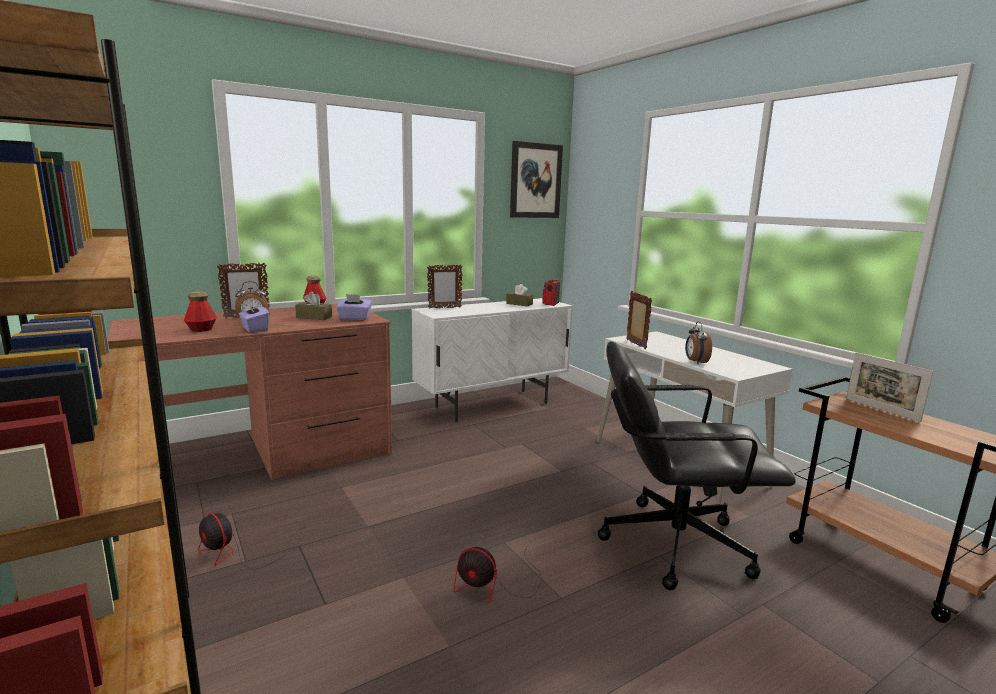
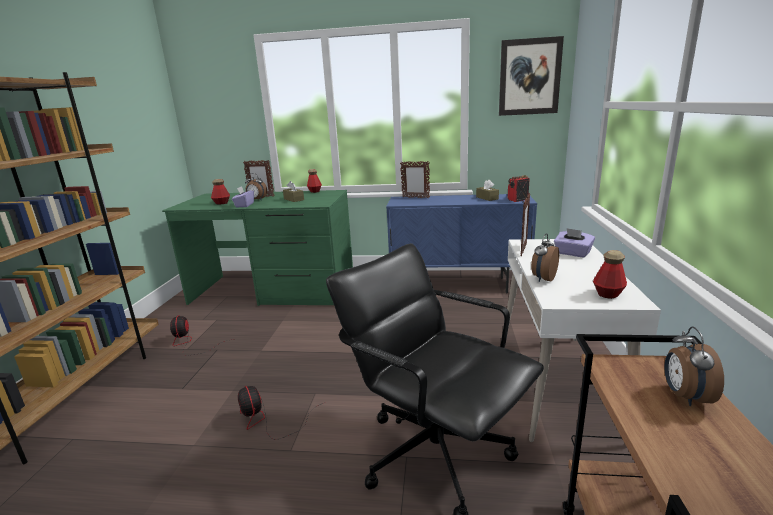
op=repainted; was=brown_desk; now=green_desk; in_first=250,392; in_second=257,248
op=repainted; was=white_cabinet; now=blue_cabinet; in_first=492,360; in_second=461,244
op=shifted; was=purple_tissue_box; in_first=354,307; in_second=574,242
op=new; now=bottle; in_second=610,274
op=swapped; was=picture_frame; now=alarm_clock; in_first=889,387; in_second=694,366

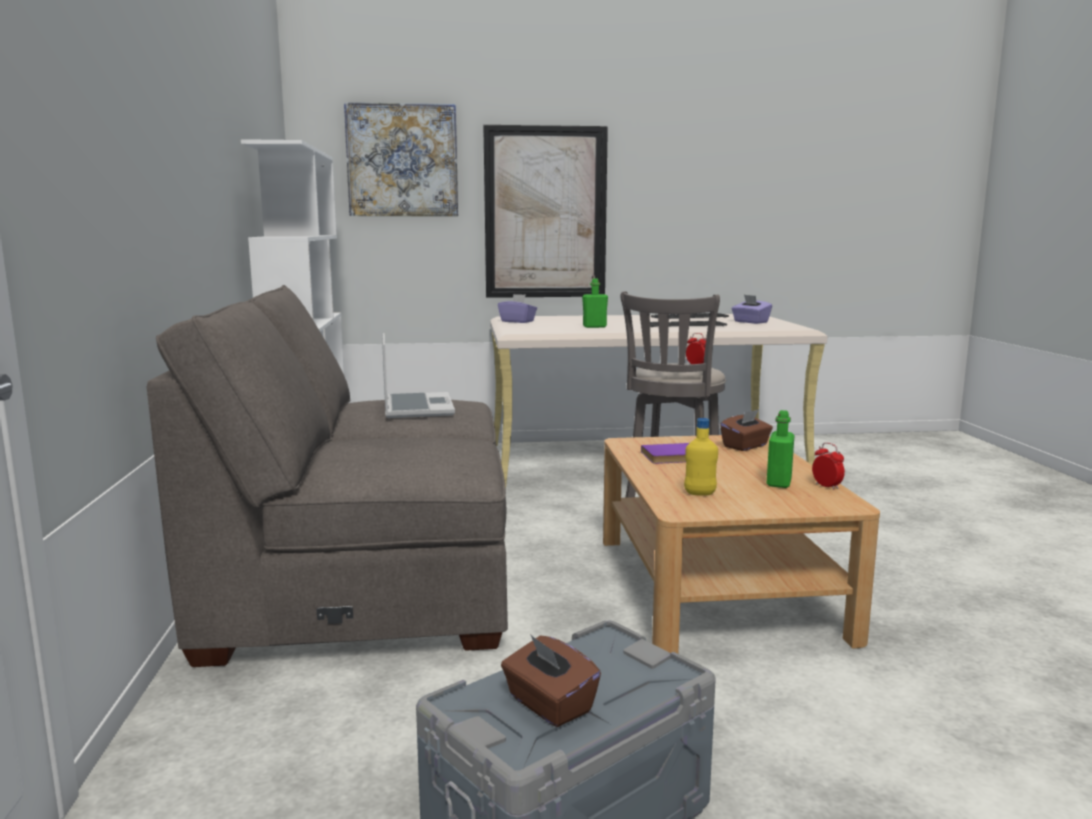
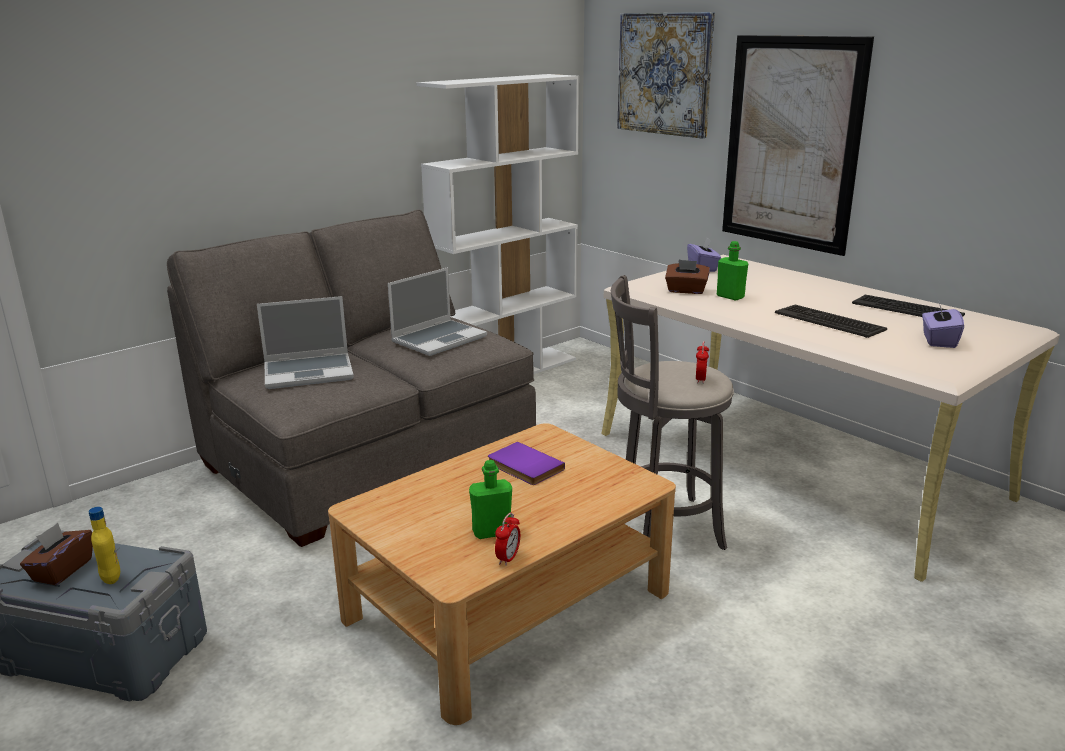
op=shifted; was=yellow_bottle; in_first=701,457; in_second=104,545
op=new; now=laptop; in_second=305,342
op=shifted; was=brown_tissue_box; in_first=746,430; in_second=687,277

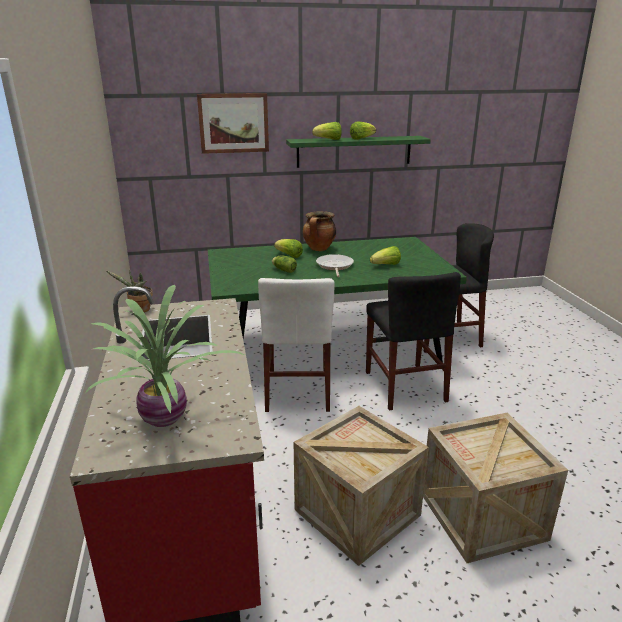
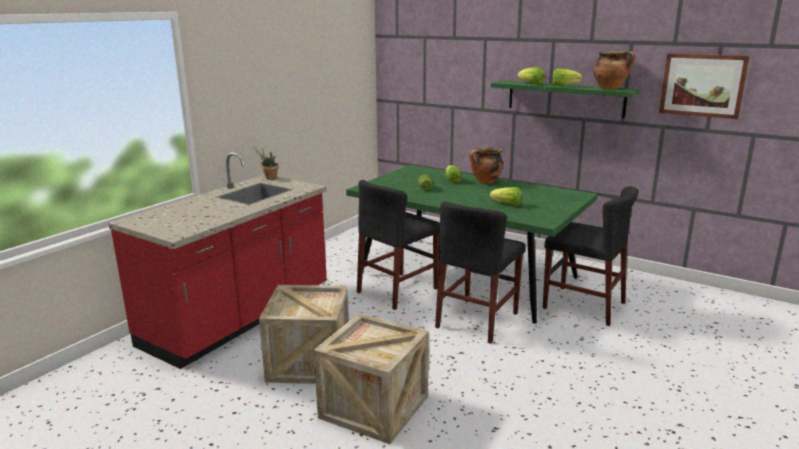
op=repainted; was=white_chair; now=black_chair; in_first=296,345; in_second=398,245
op=new; now=cooking_pot; in_second=614,70
op=shifted; was=picture; in_first=233,123; in_second=704,86
op=gone; was=potted_plant; in_first=164,356
op=gone; was=frying_pan; in_first=335,265

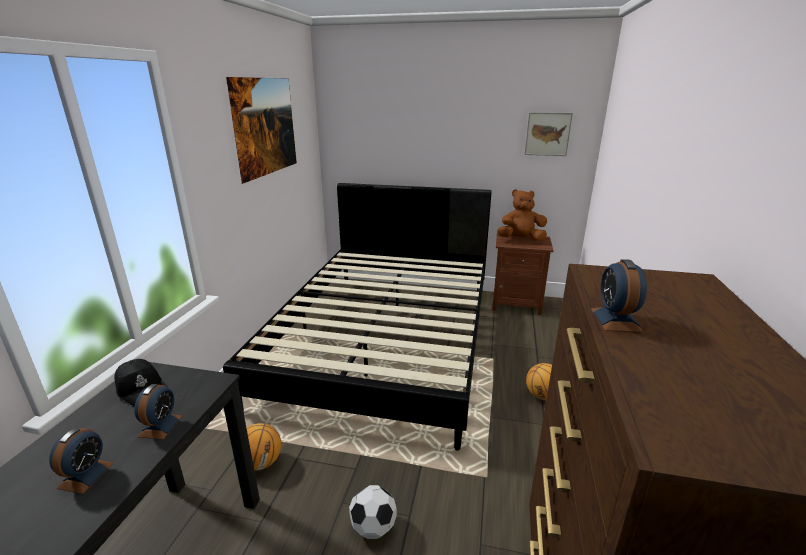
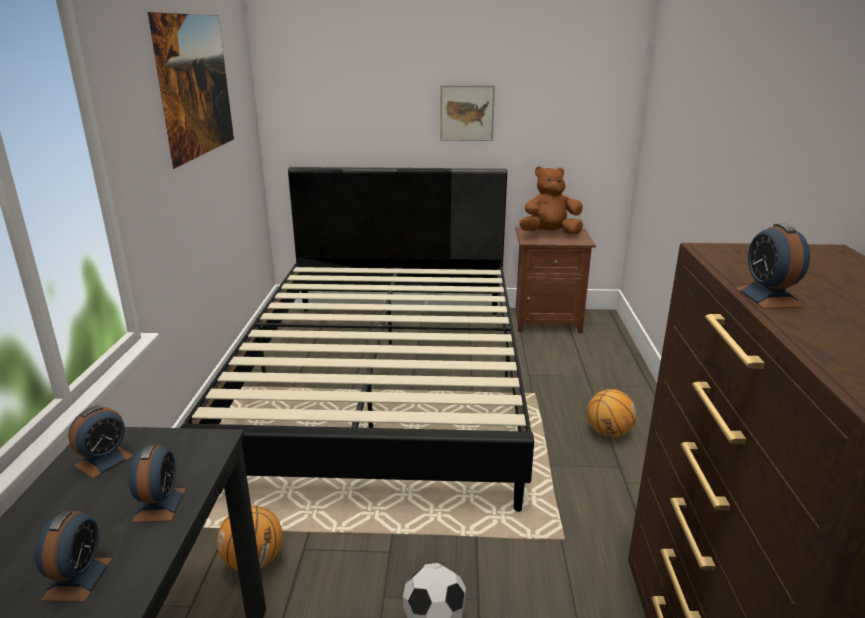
op=swapped; was=black_cap; now=alarm_clock; in_first=138,382; in_second=101,442
op=shifted; was=picture; in_first=548,134; in_second=467,113

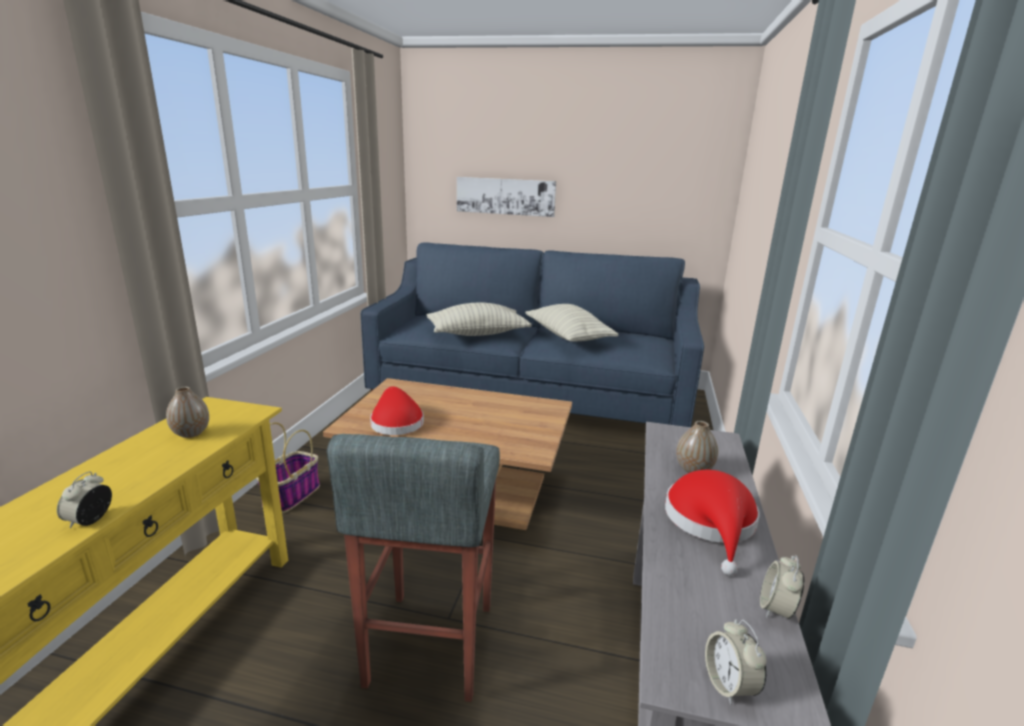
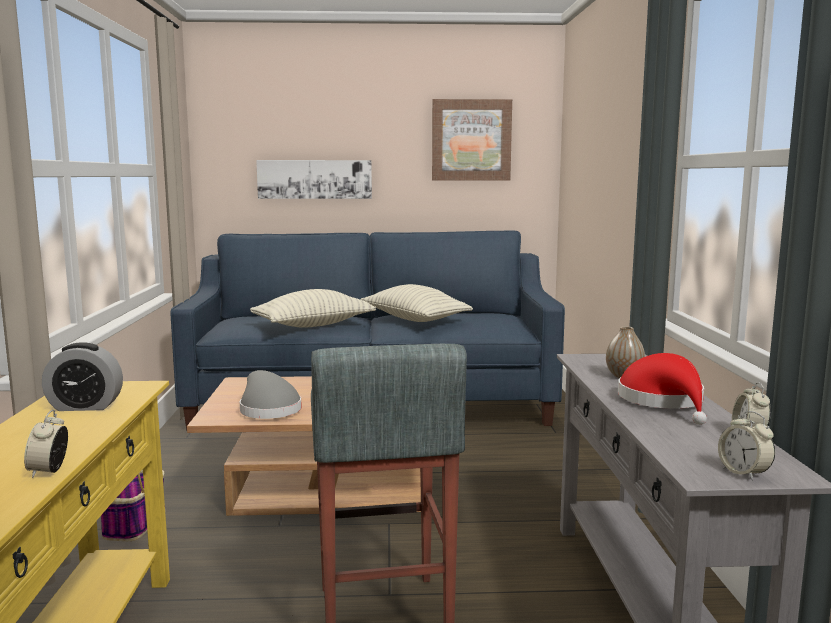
op=swapped; was=vase; now=alarm_clock; in_first=187,412; in_second=82,376
op=repainted; was=red_hat; now=grey_hat; in_first=397,410; in_second=270,394
op=new; now=picture; in_second=472,140

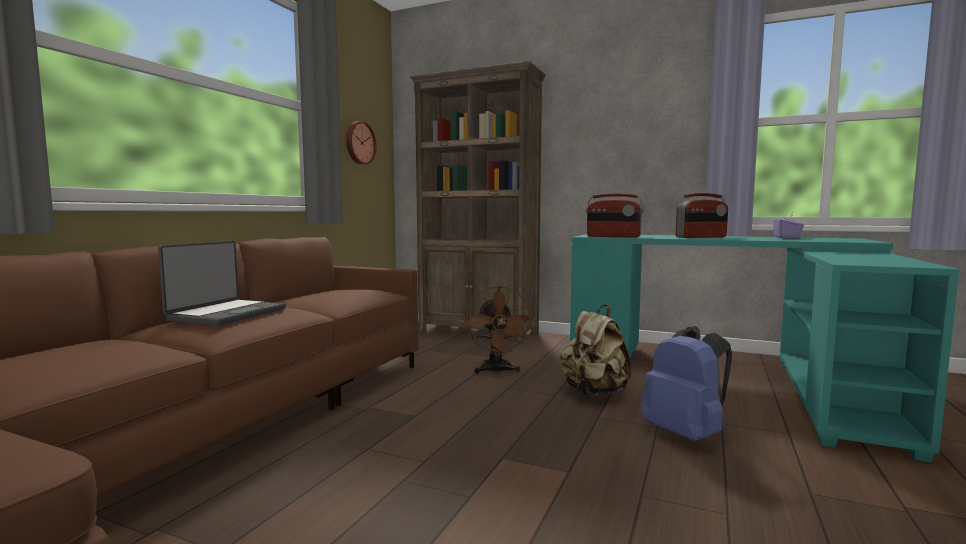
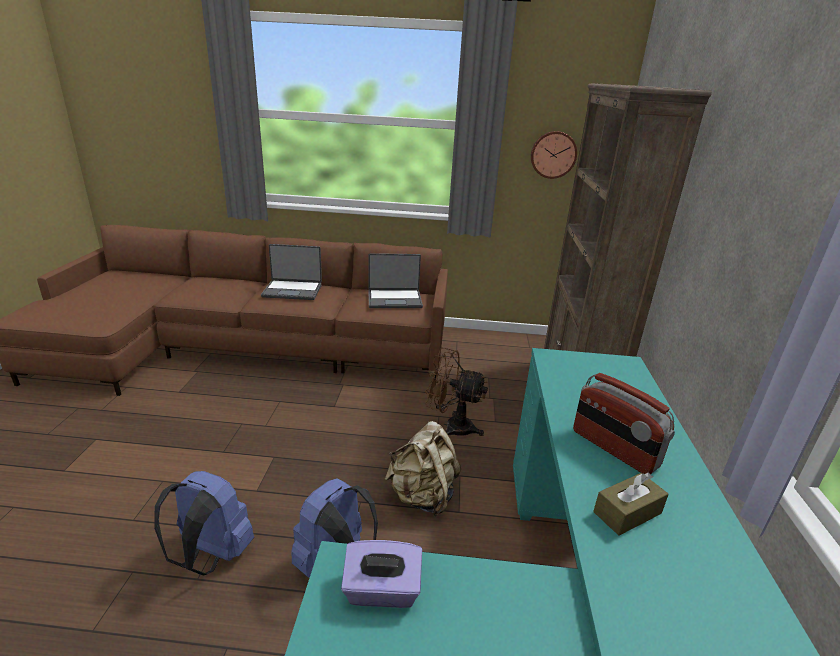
op=new; now=blue_backpack; in_second=204,523
op=shifted; was=purple_tissue_box; in_first=788,225; in_second=381,574
op=new; now=laptop; in_second=395,280
op=rotated; was=brown_fan; in_first=499,330; in_second=456,392; clockwise=45
op=new; now=brown_tissue_box; in_second=631,504
op=gone; was=radio; in_first=615,216

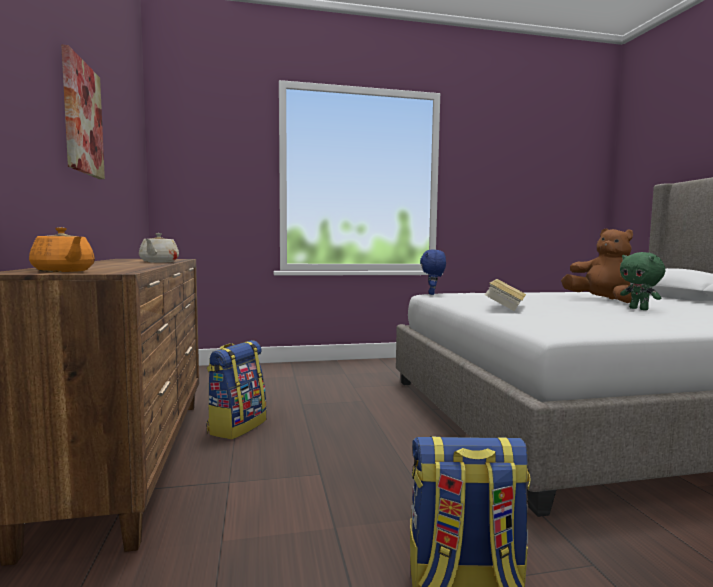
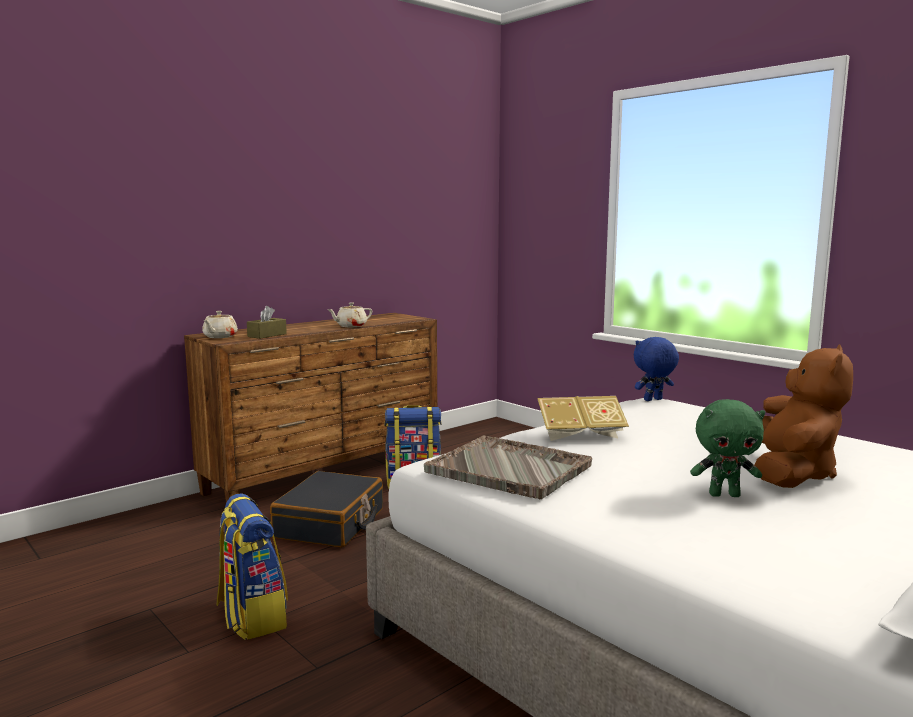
op=repainted; was=orange_teapot; now=beige_teapot; in_first=62,249; in_second=220,324
op=new; now=brown_tissue_box; in_second=267,322
op=new; now=black_suitcase; in_second=326,509
op=new; now=grey_tray; in_second=508,467
op=rotated; was=green_plush_toy; in_first=642,281; in_second=727,448; clockwise=-120
op=gone; was=picture; in_first=83,111

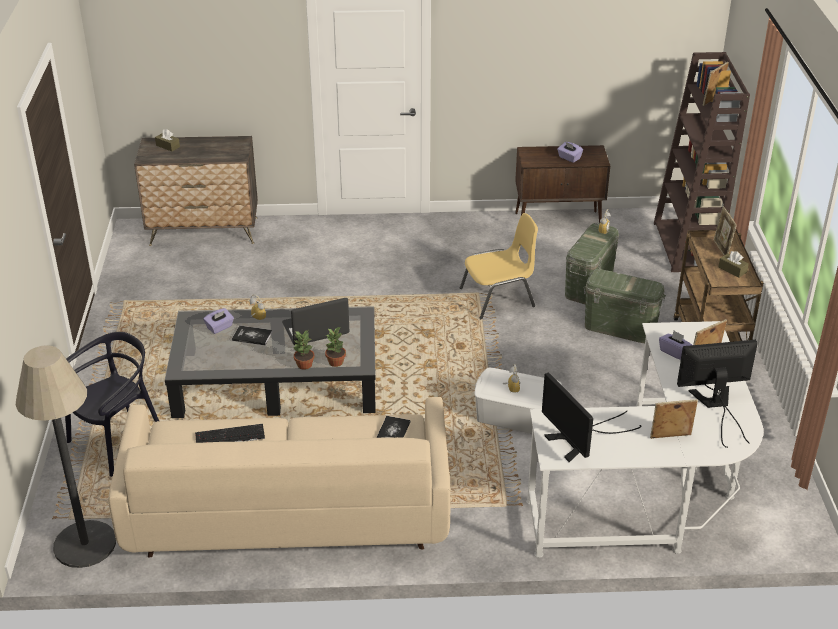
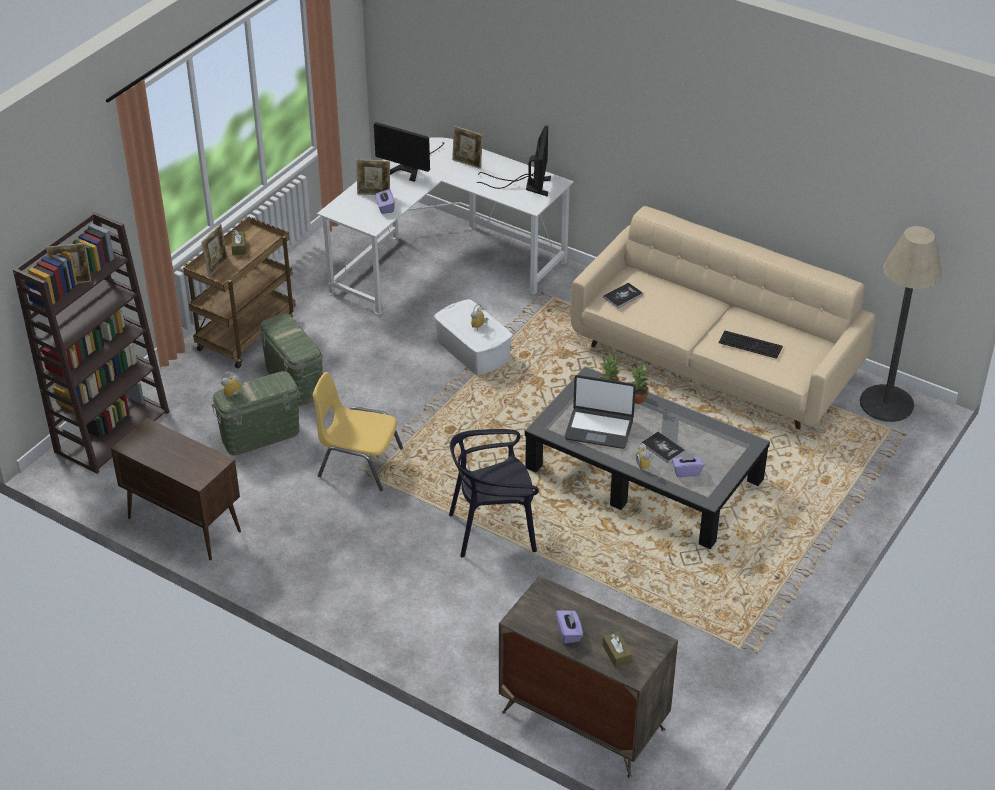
op=shifted; was=black_chair; in_first=112,404; in_second=494,493
op=shifted; was=purple_tissue_box; in_first=570,152; in_second=569,627

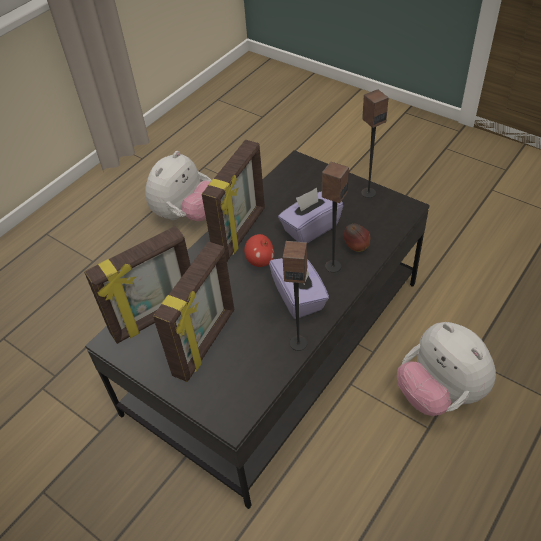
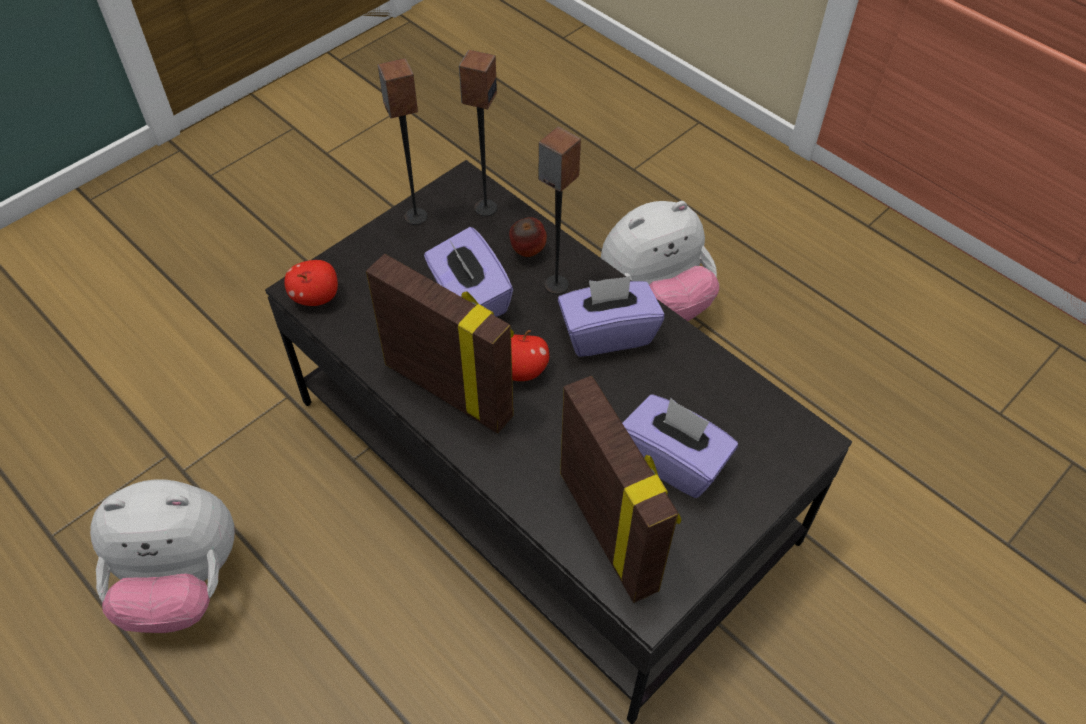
op=rotated; was=plush_toy; in_first=178,186; in_second=162,556; clockwise=135
op=new; now=apple; in_second=311,283
op=shifted; was=speaker; in_first=295,296; in_second=478,133
op=swapped; was=picture_frame; now=purple_tissue_box; in_first=193,312; in_second=680,446

